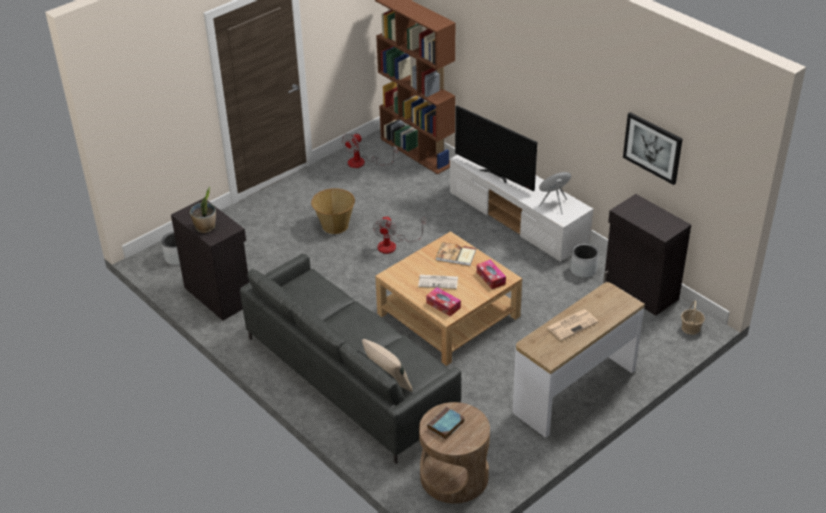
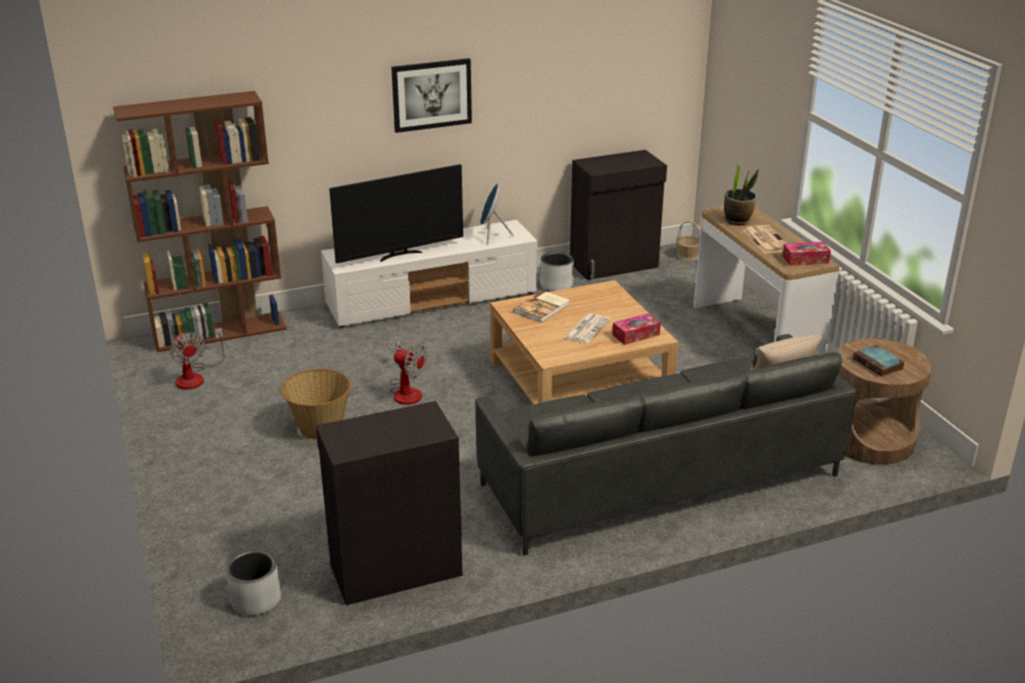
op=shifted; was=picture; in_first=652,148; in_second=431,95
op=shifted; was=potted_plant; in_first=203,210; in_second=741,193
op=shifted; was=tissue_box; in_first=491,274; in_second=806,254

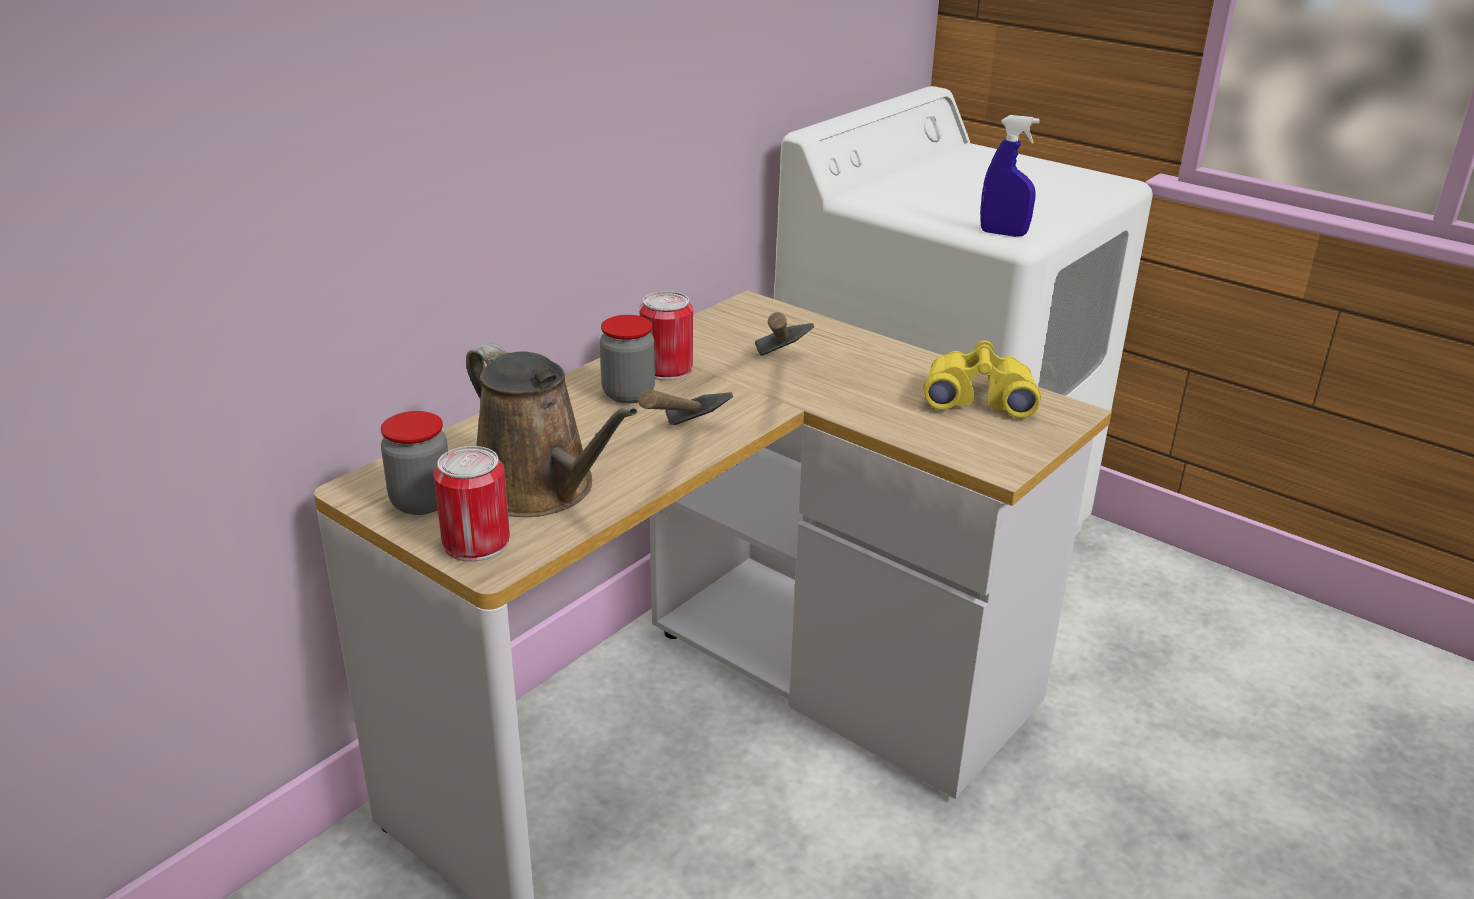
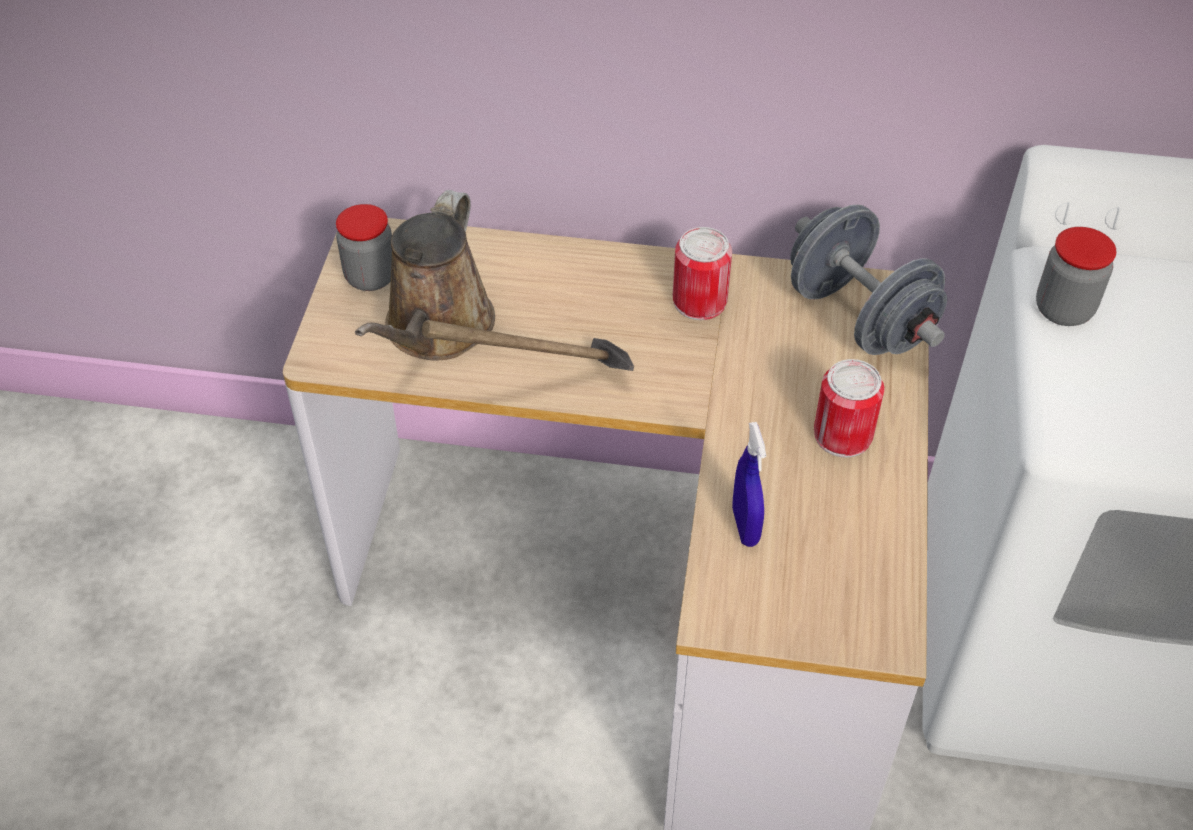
op=shifted; was=blue_spray_bottle; in_first=1009,176; in_second=749,484
op=new; now=grey_dumbbell; in_second=868,279
op=shifted; was=can; in_first=471,504; in_second=849,408
op=shifted; was=jar; in_first=627,359; in_second=1076,276
op=gone; was=hammer; in_first=784,334
op=gone; was=yellow_binoculars; in_first=982,379

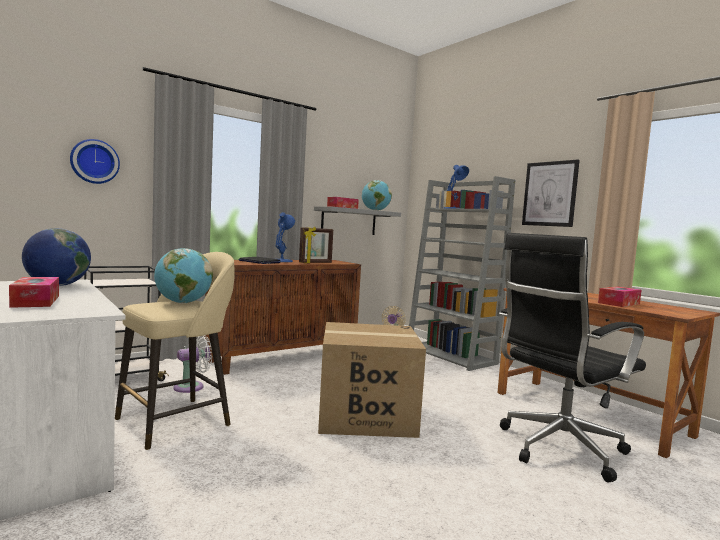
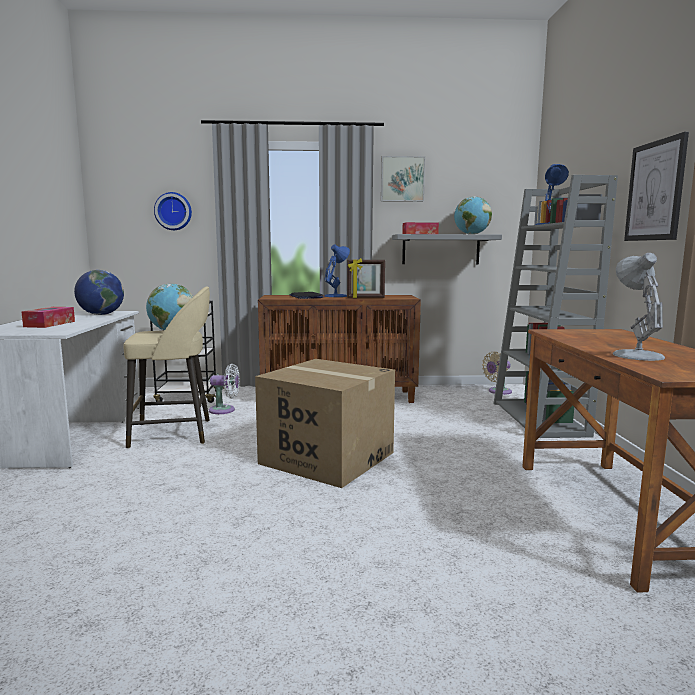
op=new; now=picture; in_second=403,179
op=swapped; was=tissue_box; now=white_table_lamp; in_first=619,297; in_second=639,307
op=gone; was=black_office_chair; in_first=572,357

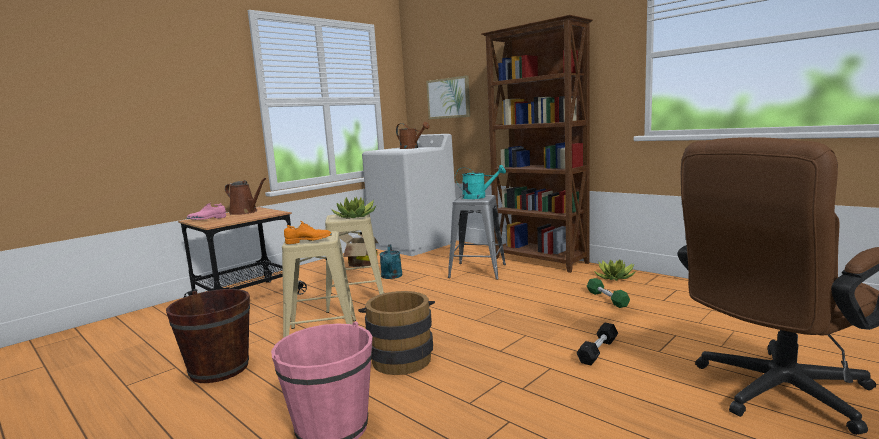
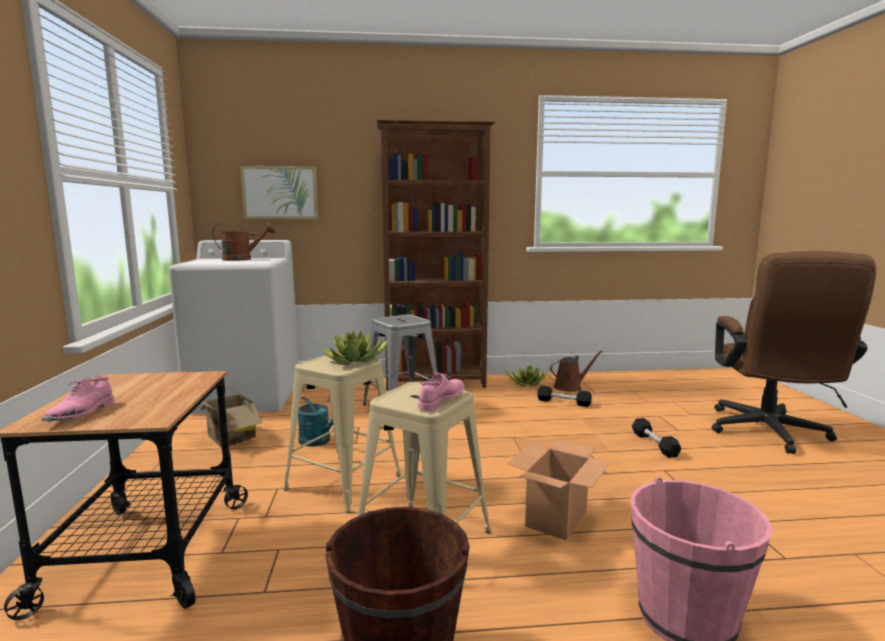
op=repainted; was=orange_shoe; now=pink_shoe; in_first=308,232; in_second=441,391
op=swapped; was=brown_bucket; now=cardboard_box; in_first=396,333; in_second=559,491
op=repainted; was=green_dumbbell; now=black_dumbbell; in_first=608,293; in_second=564,396
op=shifted; was=brown_watering_can; in_first=245,196; in_second=576,371
op=gone; was=turquoise_watering_can; in_first=481,182

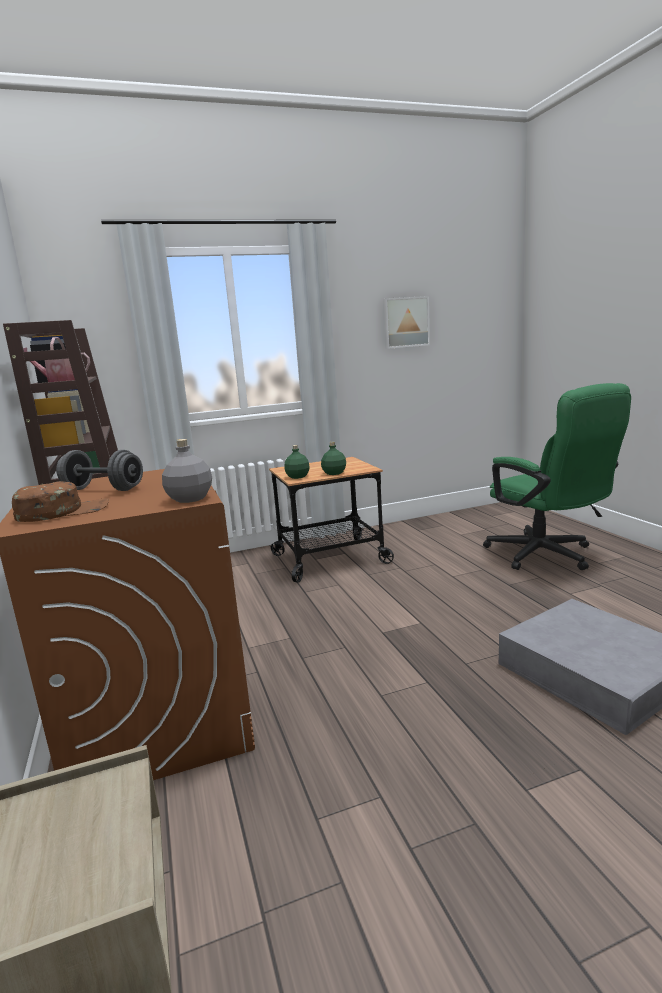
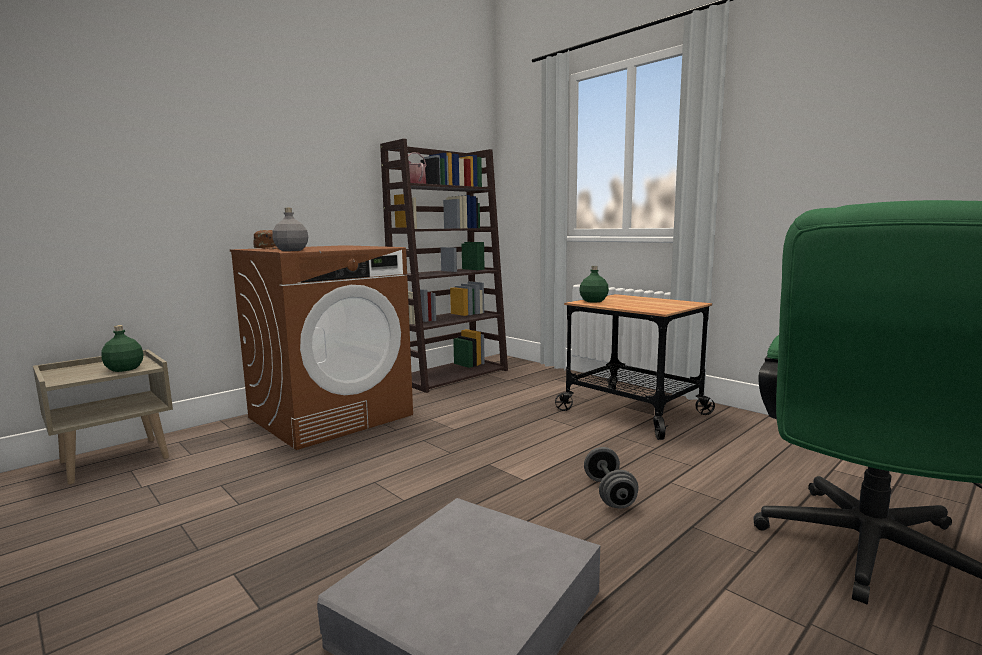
op=shifted; was=green_bottle; in_first=333,458; in_second=122,348
op=shifted; was=grey_dumbbell; in_first=99,470; in_second=611,477
op=gone; was=picture; in_first=406,322

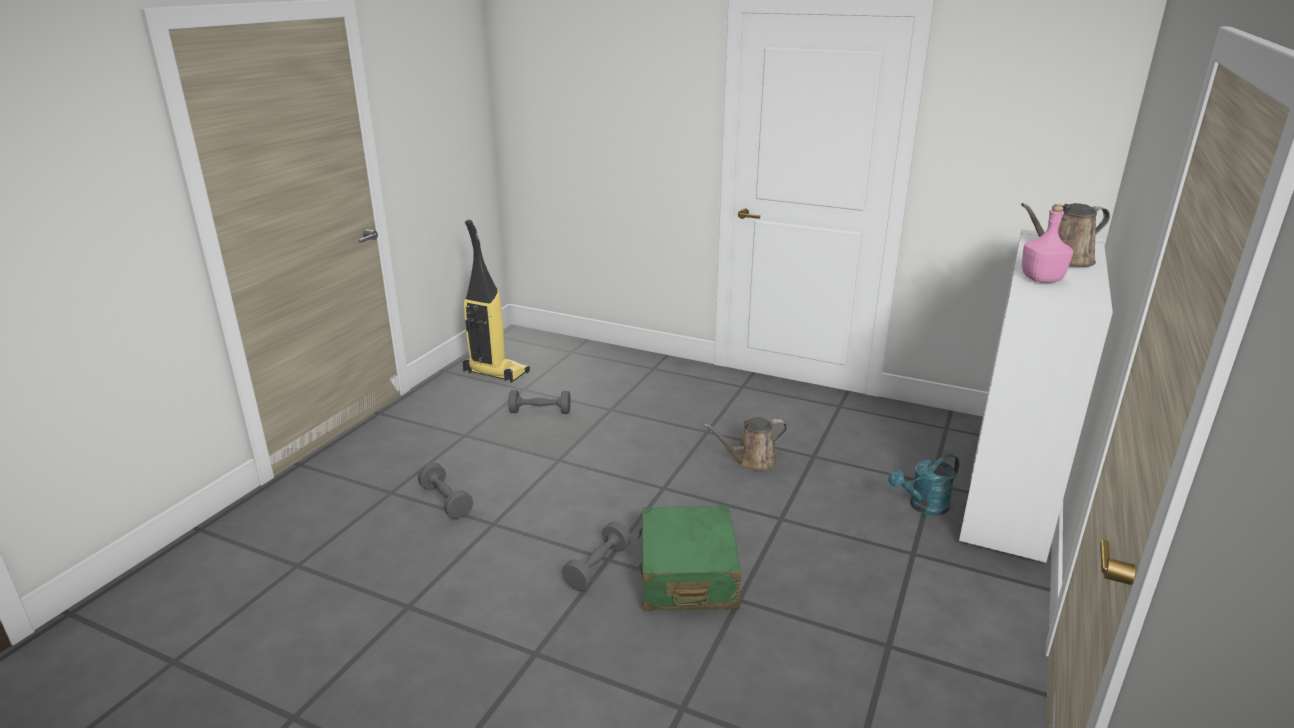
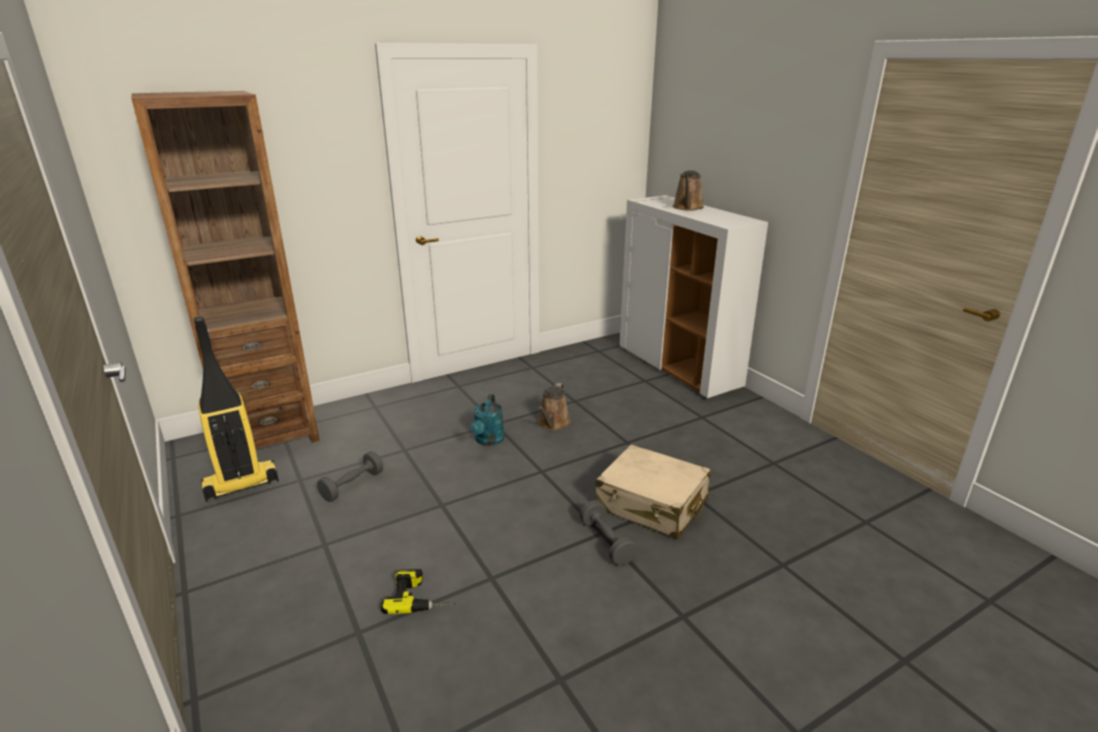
op=new; now=brown_bookcase; in_second=225,270
op=swapped; was=grey_dumbbell; now=power_drill; in_first=445,491; in_second=418,591
op=shifted; was=turquoise_watering_can; in_first=923,485; in_second=488,420
op=repainted; was=green_suitcase; now=beige_suitcase; in_first=690,558; in_second=653,492
op=gone; was=pink_bottle; in_first=1048,243

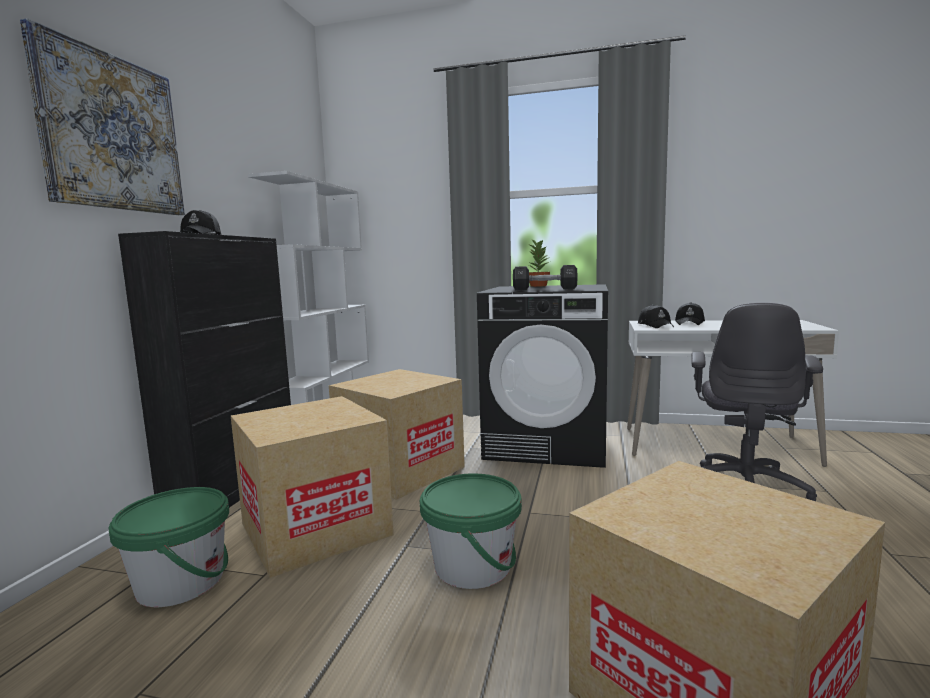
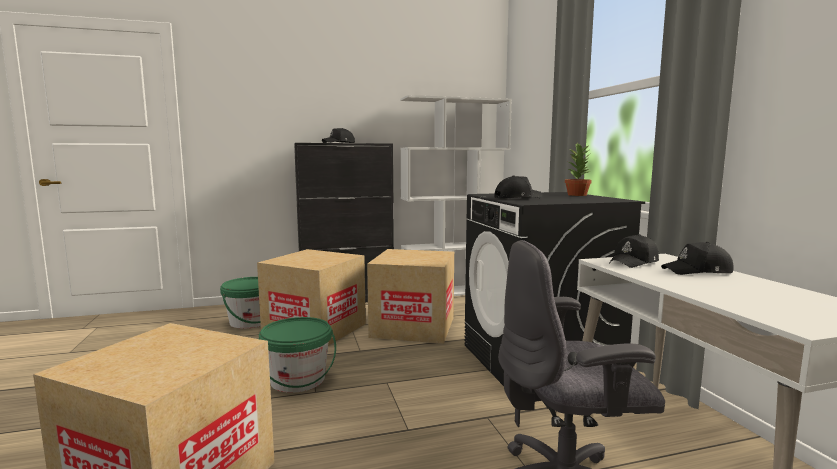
op=swapped; was=black_dumbbell; now=black_cap; in_first=545,278; in_second=518,187
op=gone; was=picture; in_first=102,116

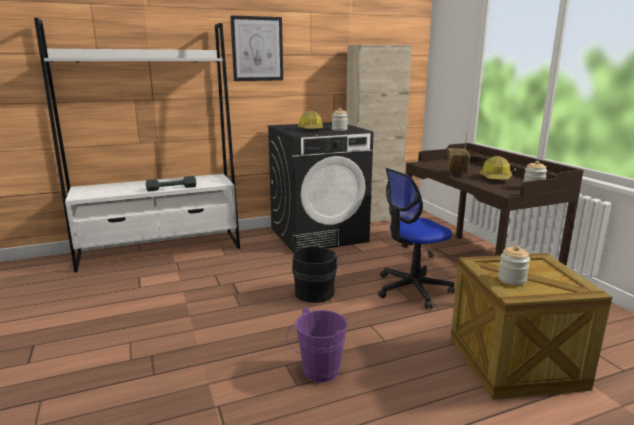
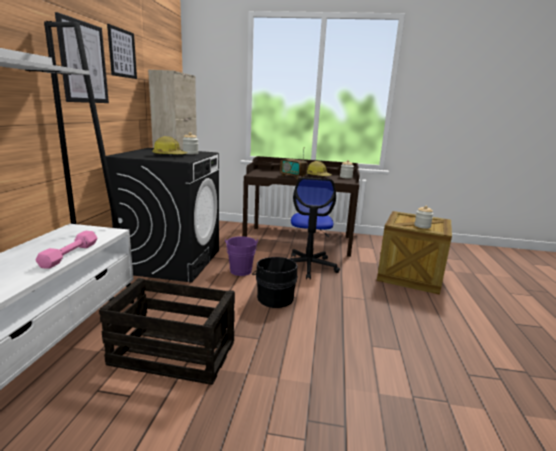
op=repainted; was=grey_dumbbell; now=pink_dumbbell; in_first=171,183; in_second=66,250
op=new; now=crate; in_second=167,331
op=new; now=picture; in_second=122,51
op=shifted; was=purple_bucket; in_first=317,345; in_second=241,256

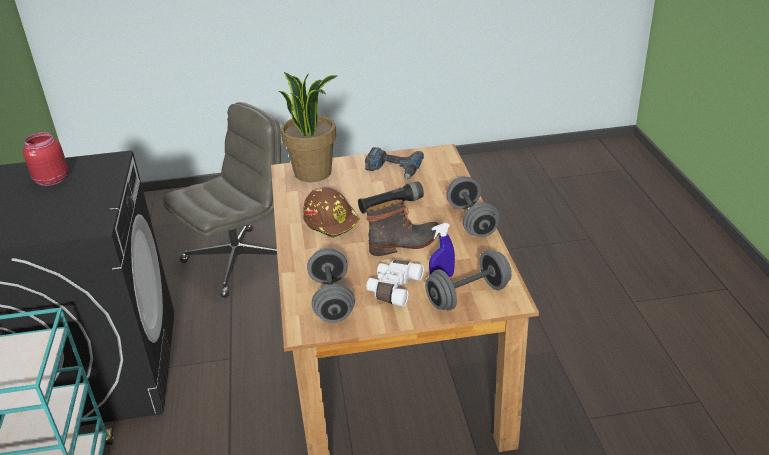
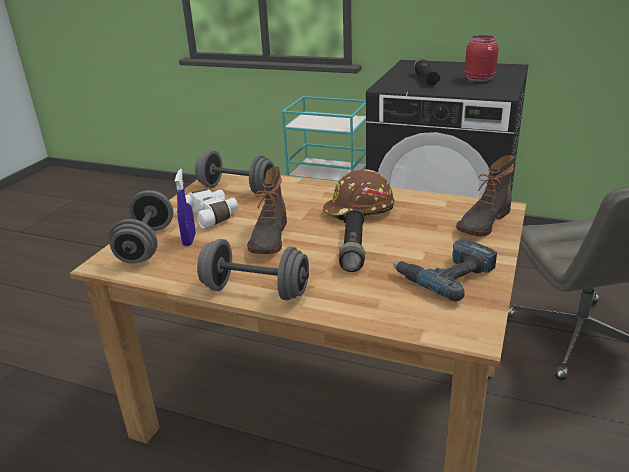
op=new; now=black_flashlight; in_second=426,72
op=swapped; was=potted_plant; now=boot; in_first=307,127; in_second=485,195

